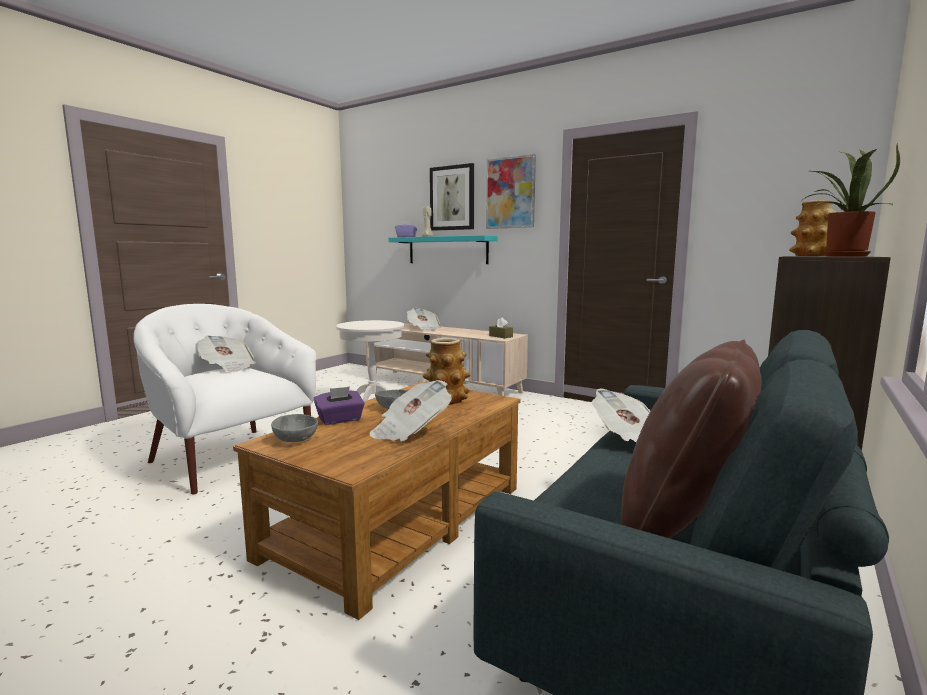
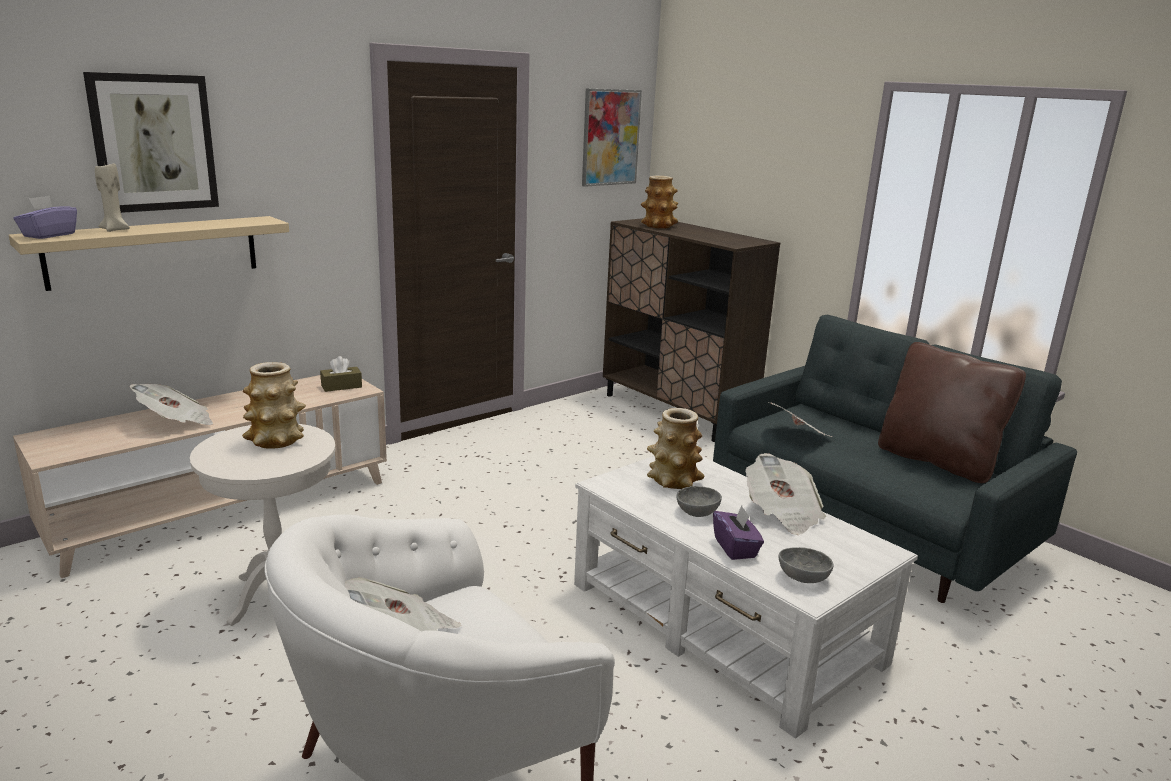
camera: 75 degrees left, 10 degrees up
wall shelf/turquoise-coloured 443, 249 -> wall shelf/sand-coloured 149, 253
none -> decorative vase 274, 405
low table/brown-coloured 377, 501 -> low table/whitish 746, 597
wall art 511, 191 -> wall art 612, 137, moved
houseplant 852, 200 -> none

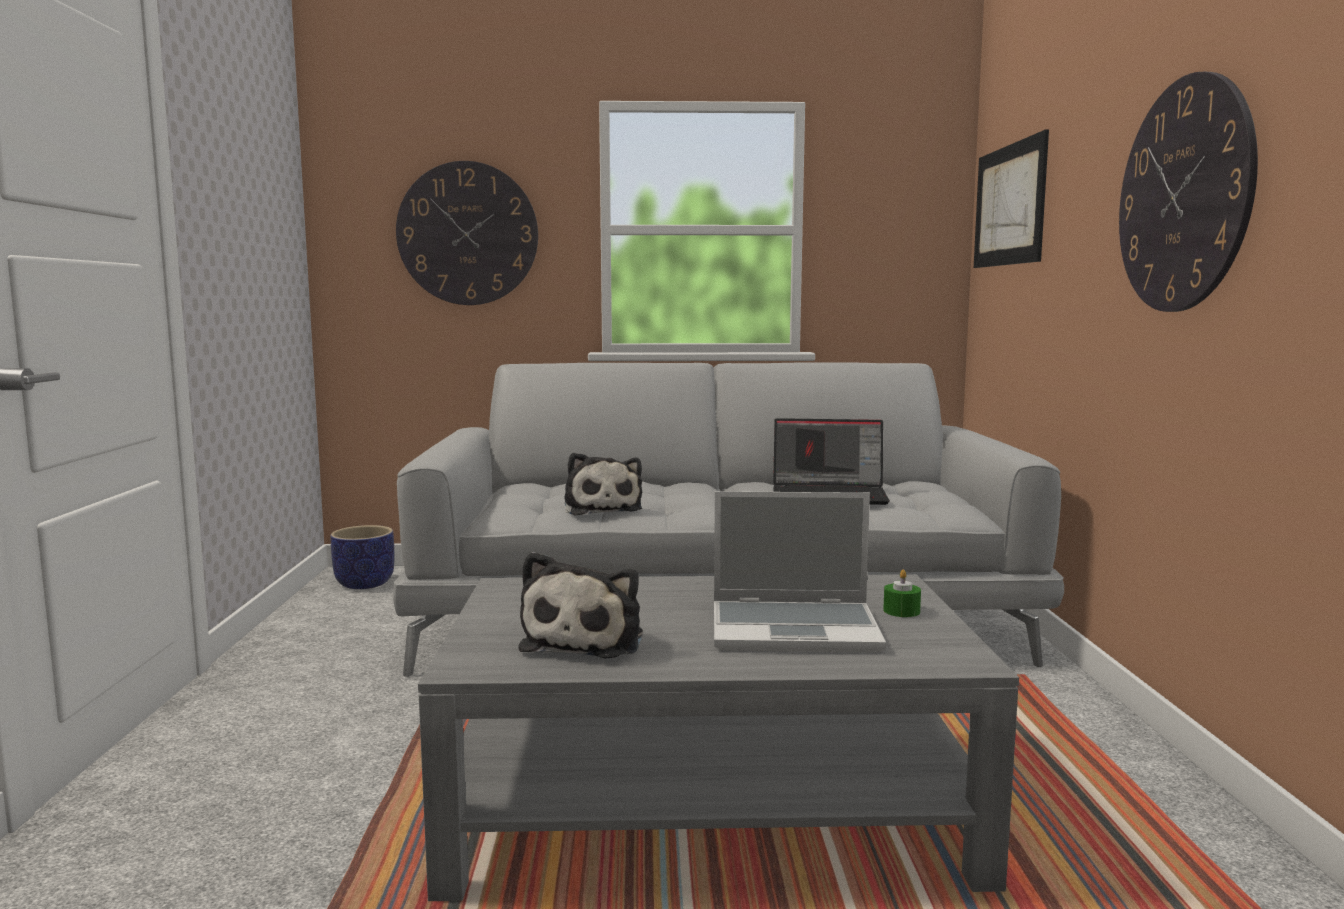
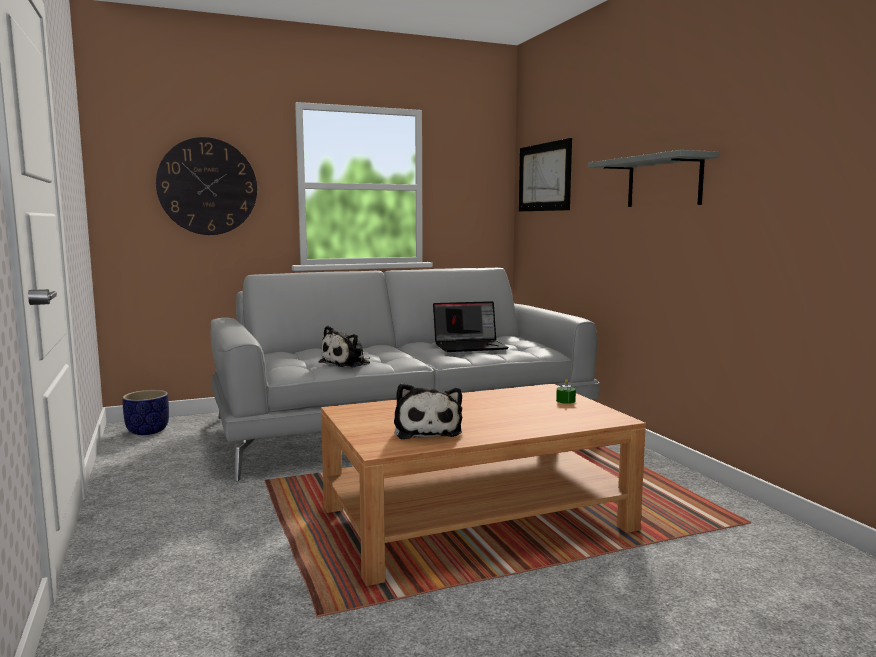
camera: 20 degrees left, 0 degrees up
cuddly toy 603, 484 -> cuddly toy 344, 347, 75 degrees clockwise
low table/greyish 718, 737 -> low table/brown-coloured 483, 485
hanging clock 1188, 192 -> wall shelf/greyish 653, 178
notebook computer 800, 572 -> none

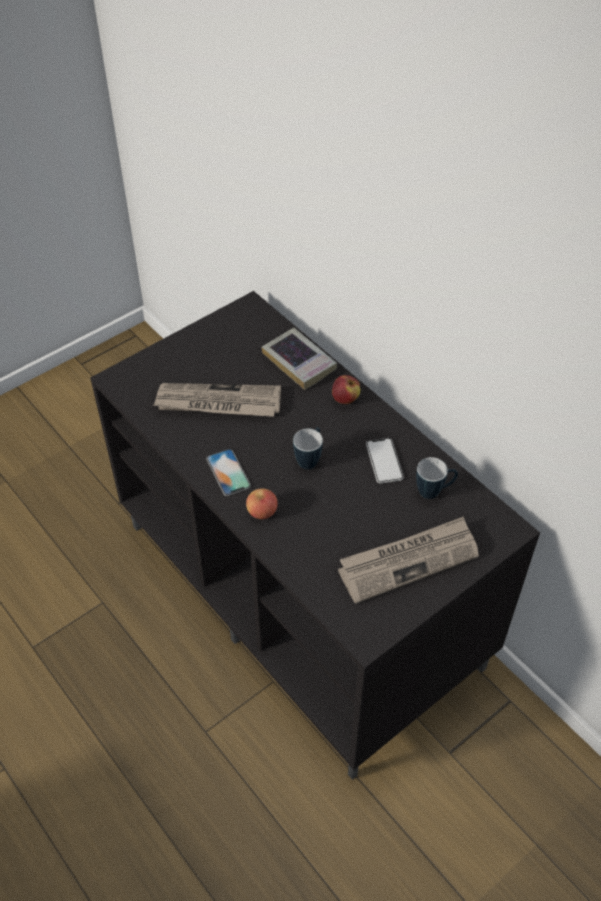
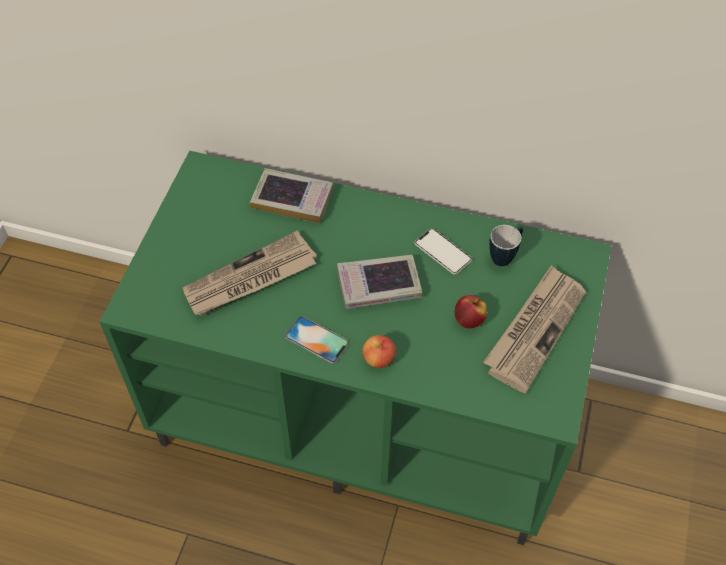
camera: 35 degrees left, 5 degrees up
tv unit/blackish 315, 535 -> tv unit/green 355, 348
mug 308, 448 -> volume 379, 282
whole apple 346, 389 -> whole apple 471, 311, moved

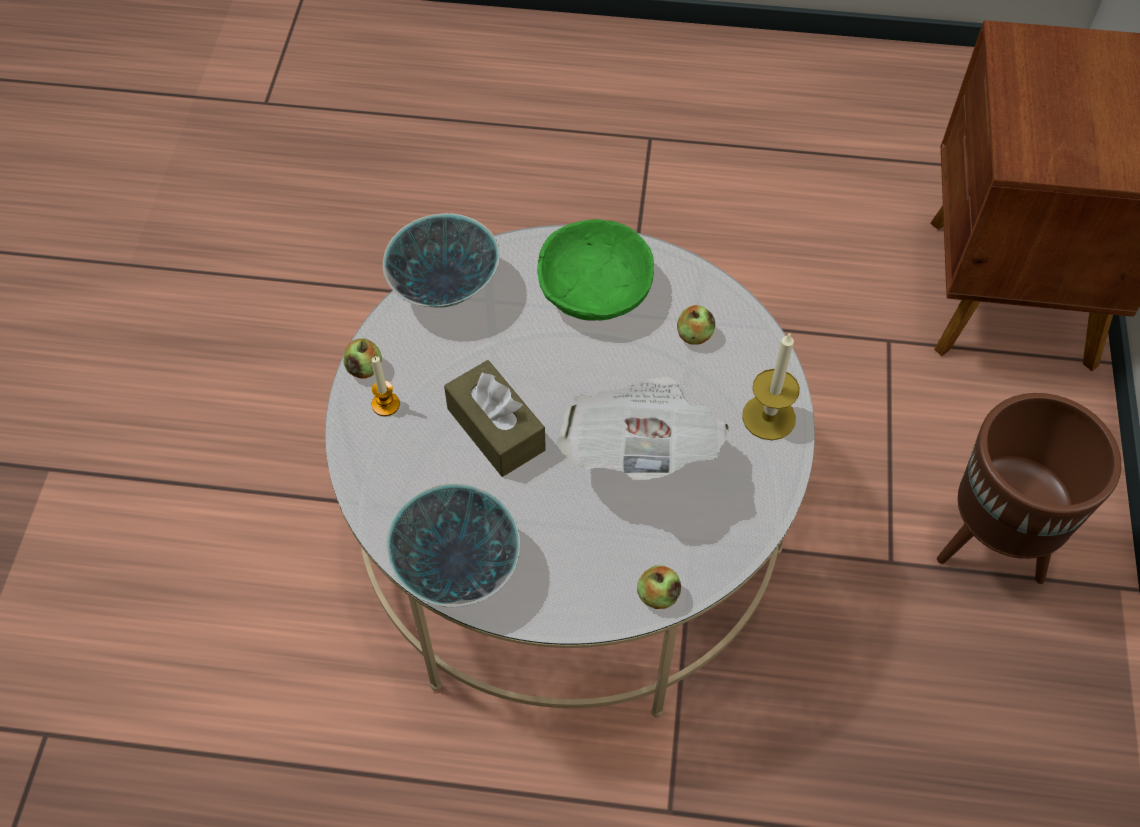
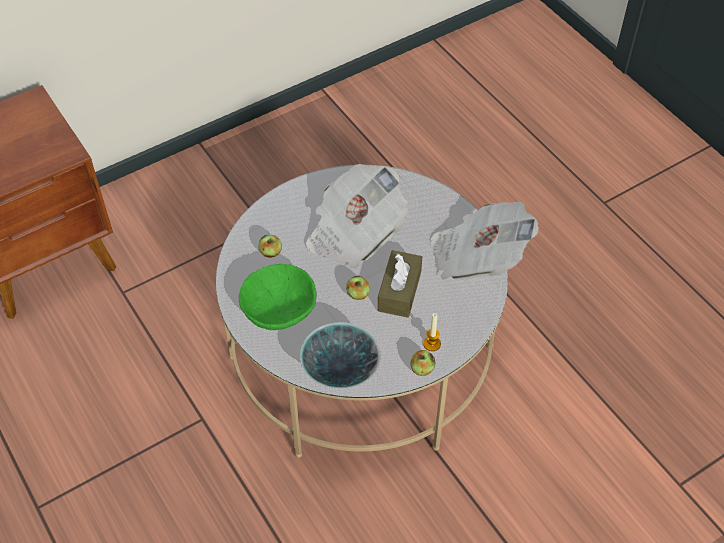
camera: 130 degrees left, 5 degrees down
whole apple 659, 587 -> whole apple 358, 288, moved
serving bowl 453, 545 -> newspaper 484, 241
wax candle 771, 386 -> none
planter/brown-coloured 1029, 488 -> none

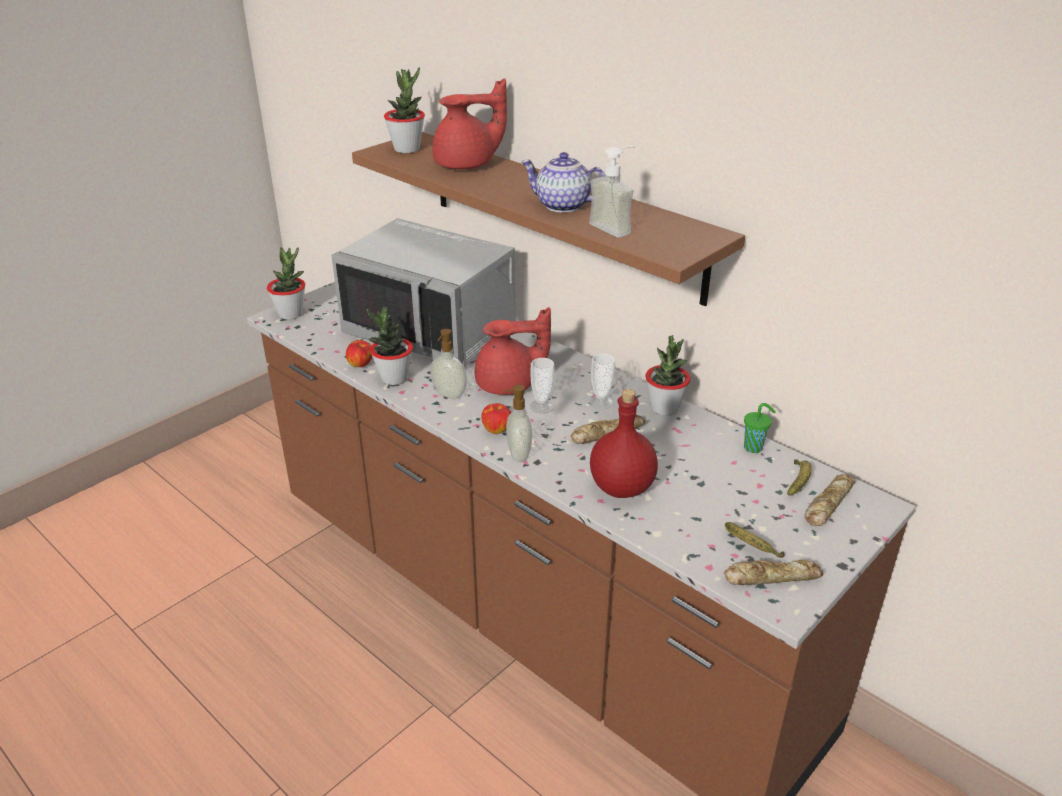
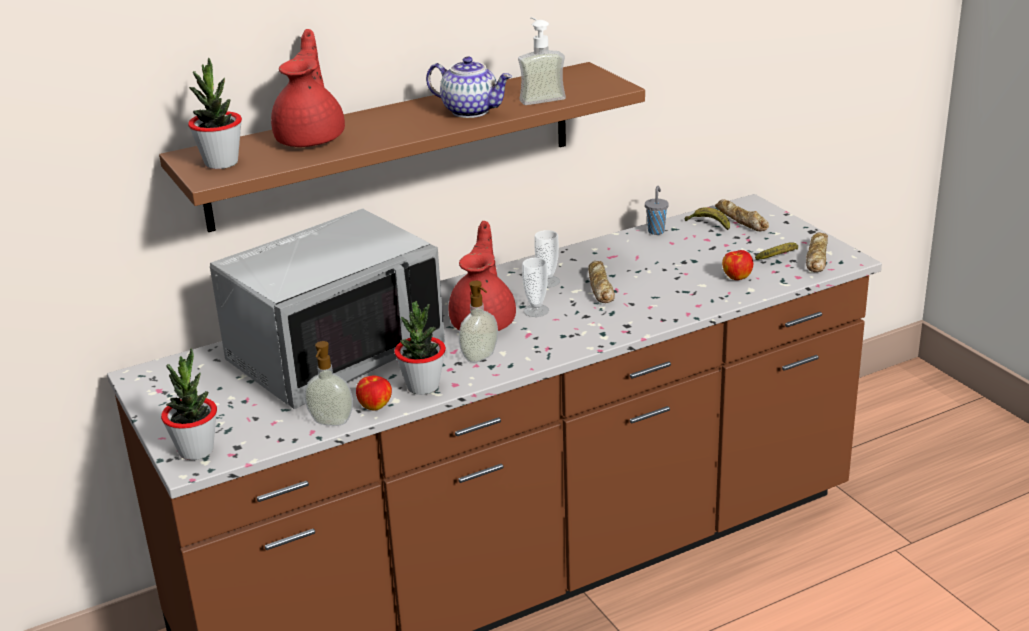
camera: 70 degrees left, 5 degrees down
soap dispenser 517, 423 -> soap dispenser 329, 383, moved
pot for tea 563, 182 -> pot for tea 469, 87, 105 degrees counterclockwise
small cup/green 760, 428 -> small cup/greyish 657, 210
whole apple 496, 418 -> whole apple 737, 265, moved
drink bottle/red-coloured 624, 443 -> none
houseplant 667, 376 -> none

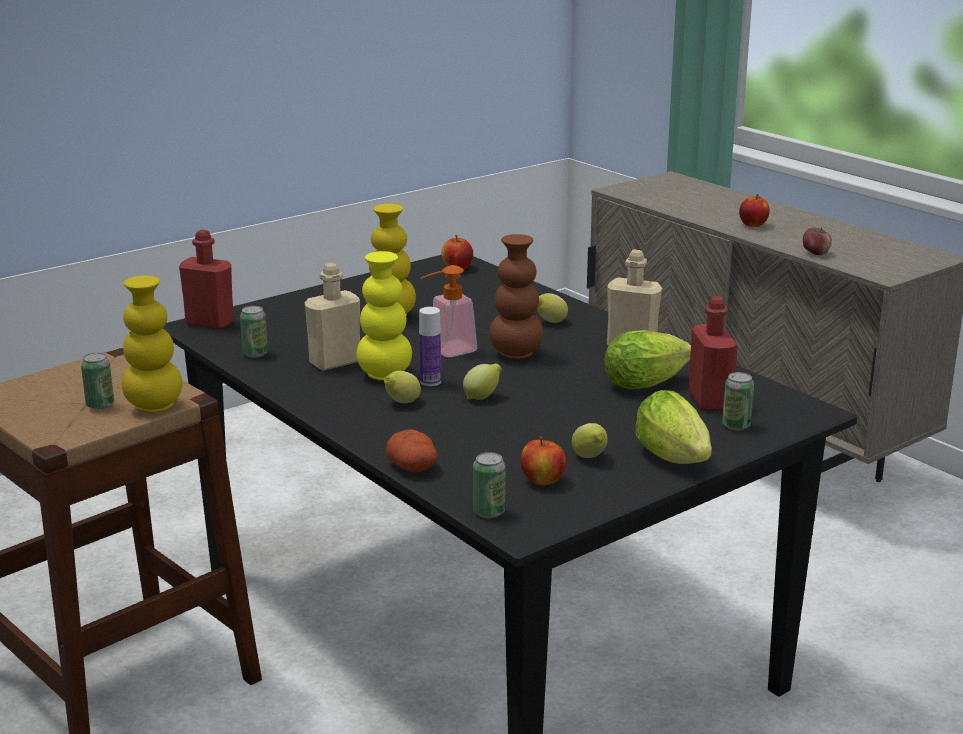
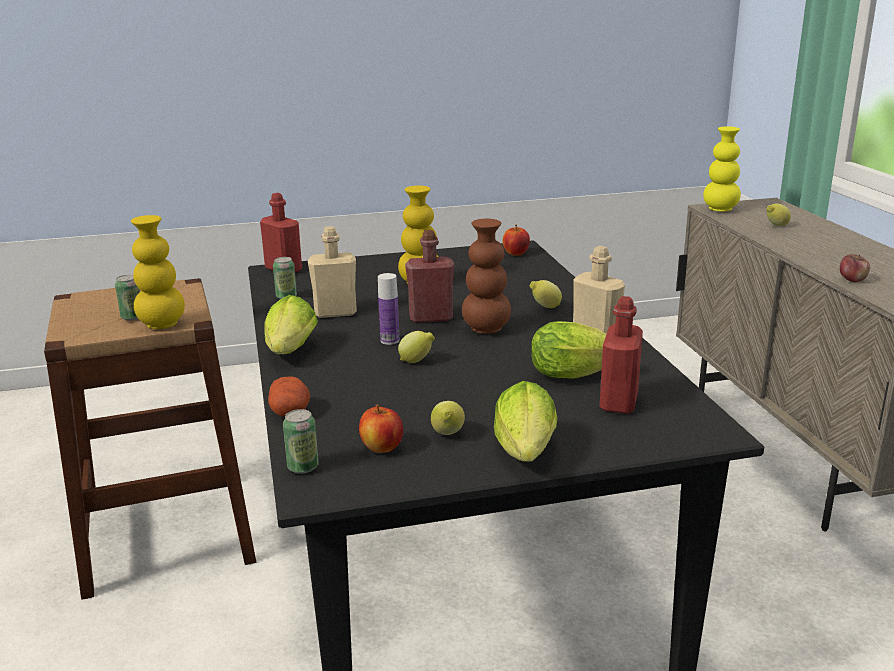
camera: 25 degrees right, 0 degrees up
none -> head of lettuce 291, 324
soap dispenser 448, 311 -> drink bottle/red-coloured 429, 276
decorative vase/yellow 384, 316 -> decorative vase/yellow 722, 169, moved
lemon 402, 387 -> lemon 779, 215, moved
metal can 738, 401 -> none
whole apple 754, 210 -> none

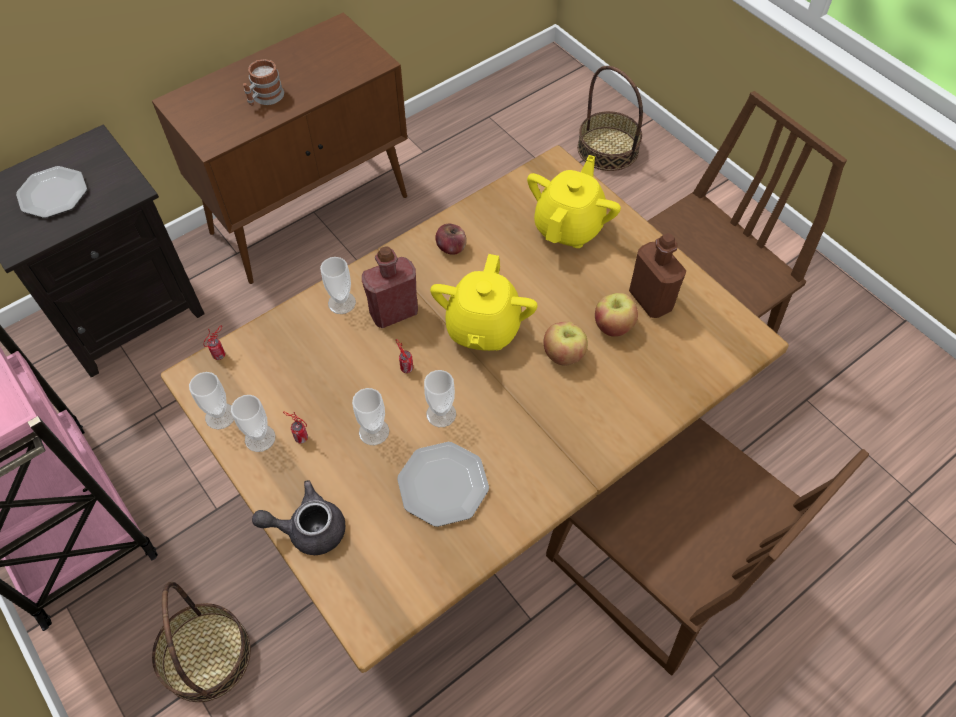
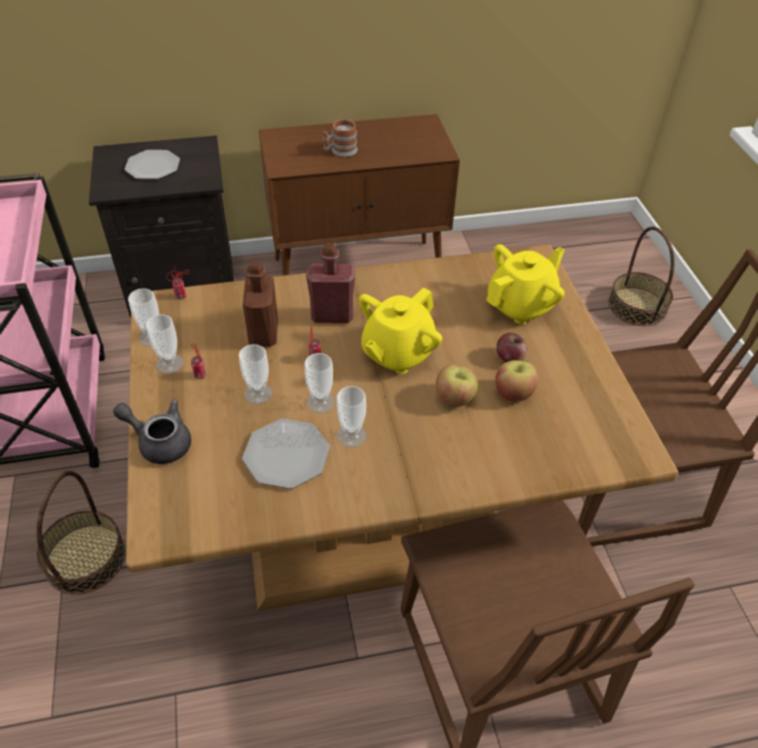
camera: 25 degrees right, 10 degrees down
drink bottle/brown-coloured 657, 275 -> drink bottle/brown-coloured 260, 304, moved
small cup 338, 285 -> small cup 351, 416, moved
whole apple 451, 239 -> whole apple 512, 347, moved

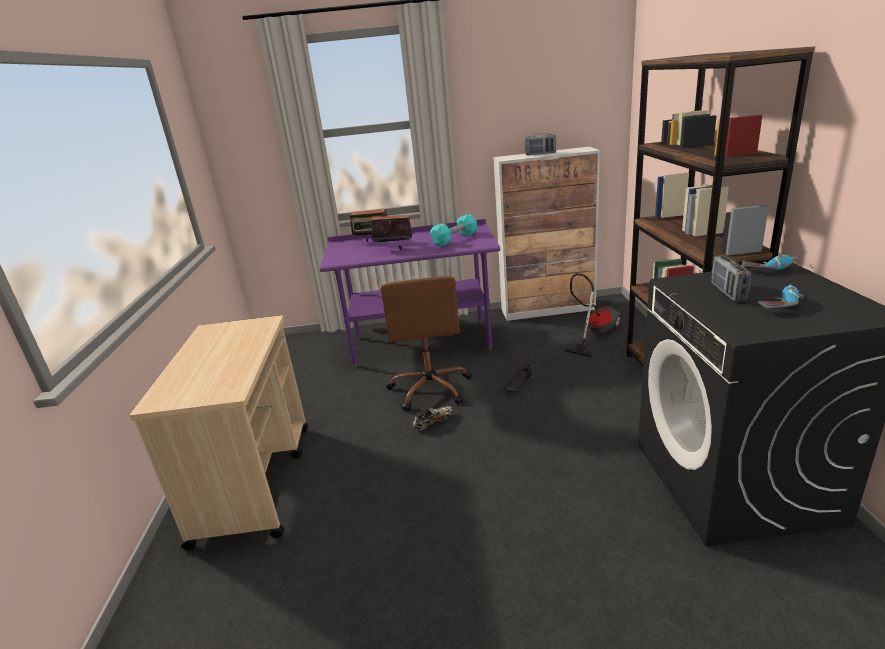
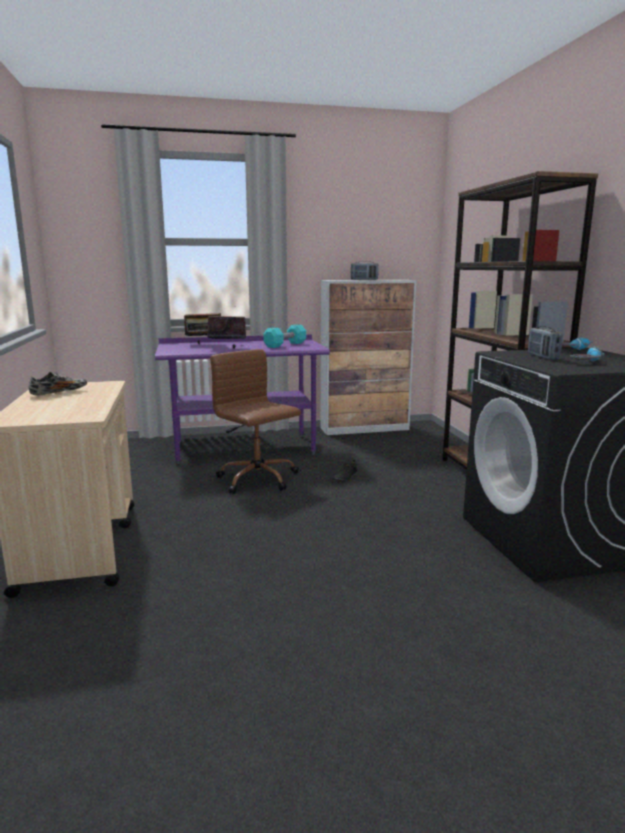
camera: 10 degrees left, 10 degrees down
item of footwear 433, 418 -> item of footwear 58, 384, moved
desk chair/brown-coloured 426, 343 -> desk chair/brown-coloured 255, 421, 150 degrees clockwise
hoover 593, 315 -> none

